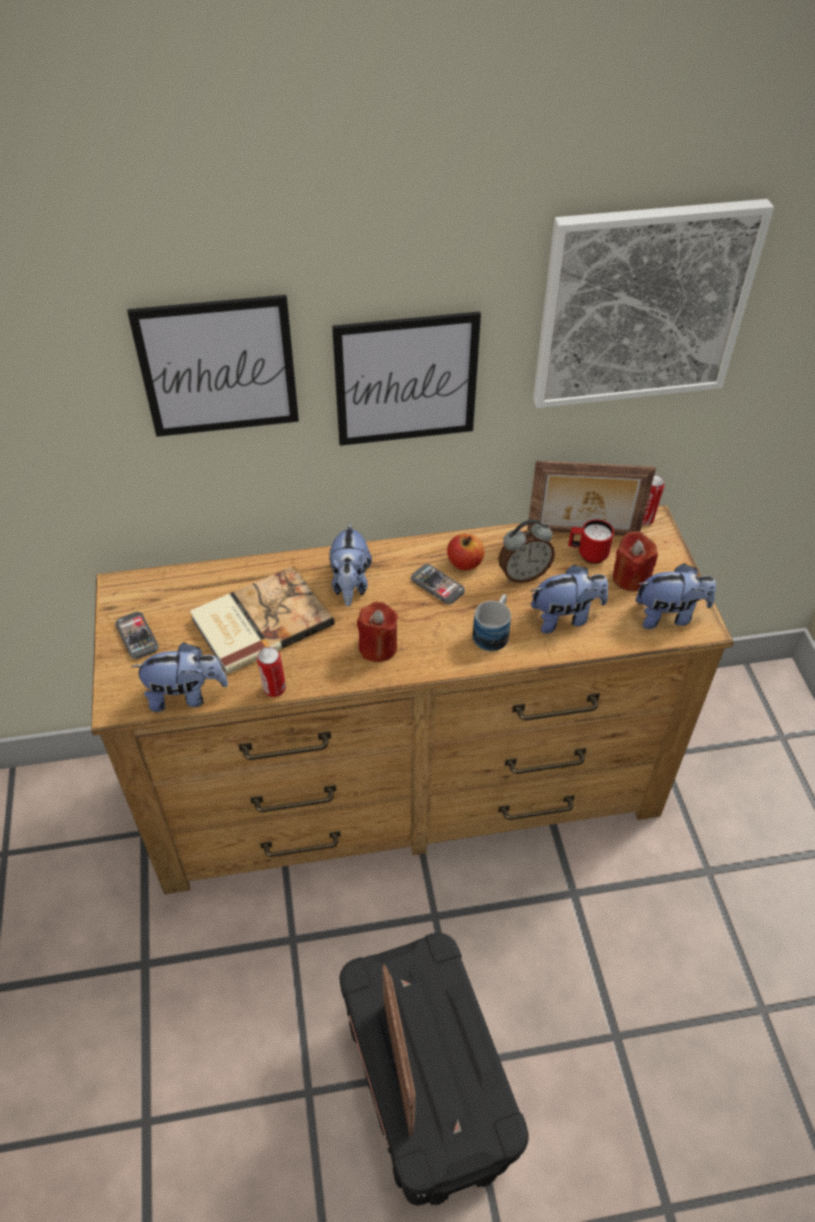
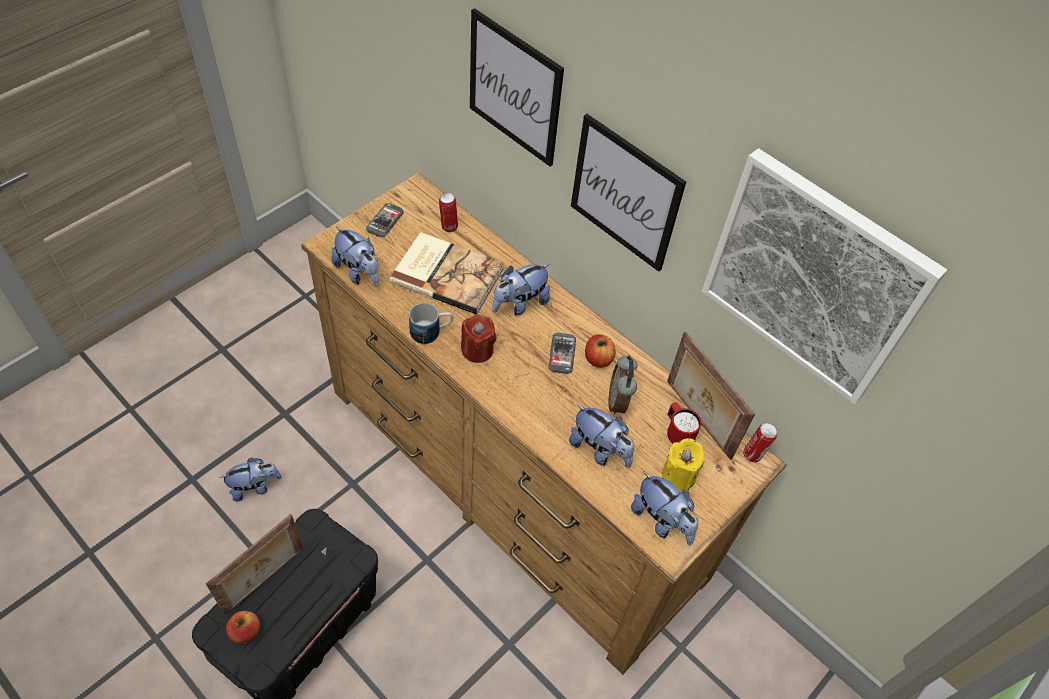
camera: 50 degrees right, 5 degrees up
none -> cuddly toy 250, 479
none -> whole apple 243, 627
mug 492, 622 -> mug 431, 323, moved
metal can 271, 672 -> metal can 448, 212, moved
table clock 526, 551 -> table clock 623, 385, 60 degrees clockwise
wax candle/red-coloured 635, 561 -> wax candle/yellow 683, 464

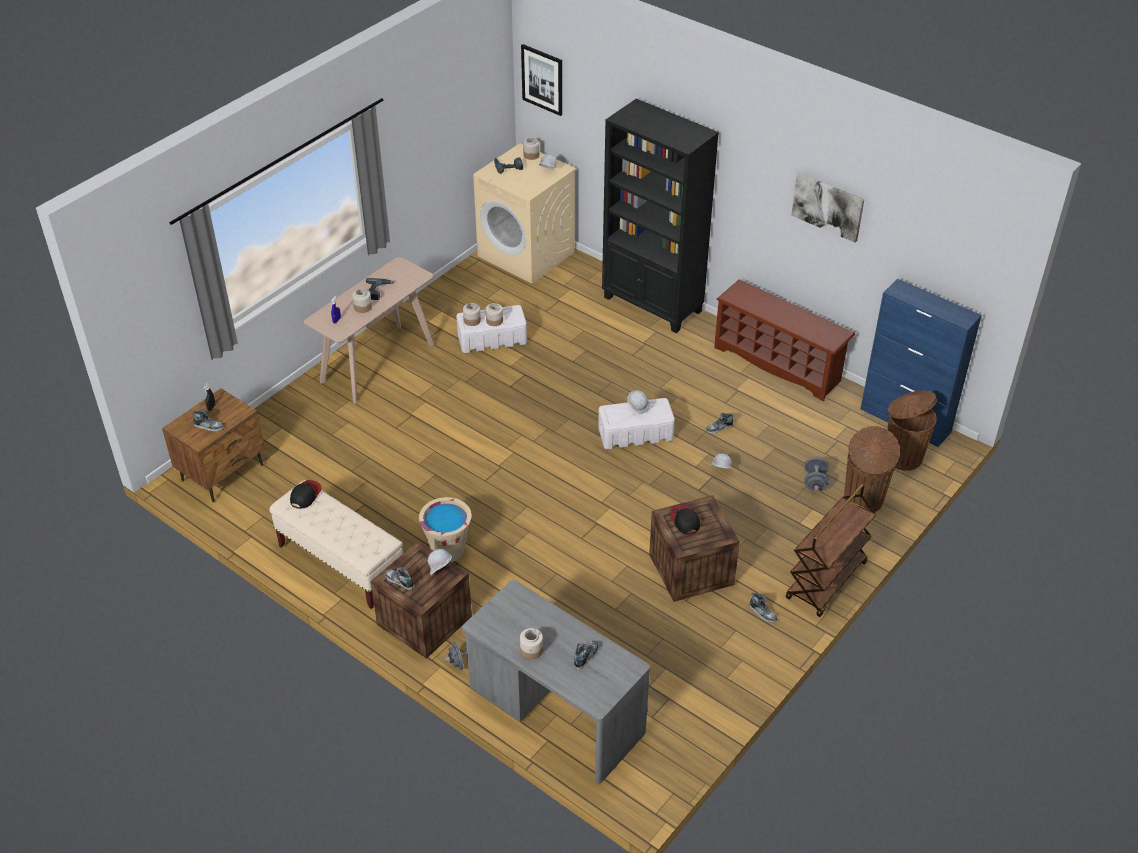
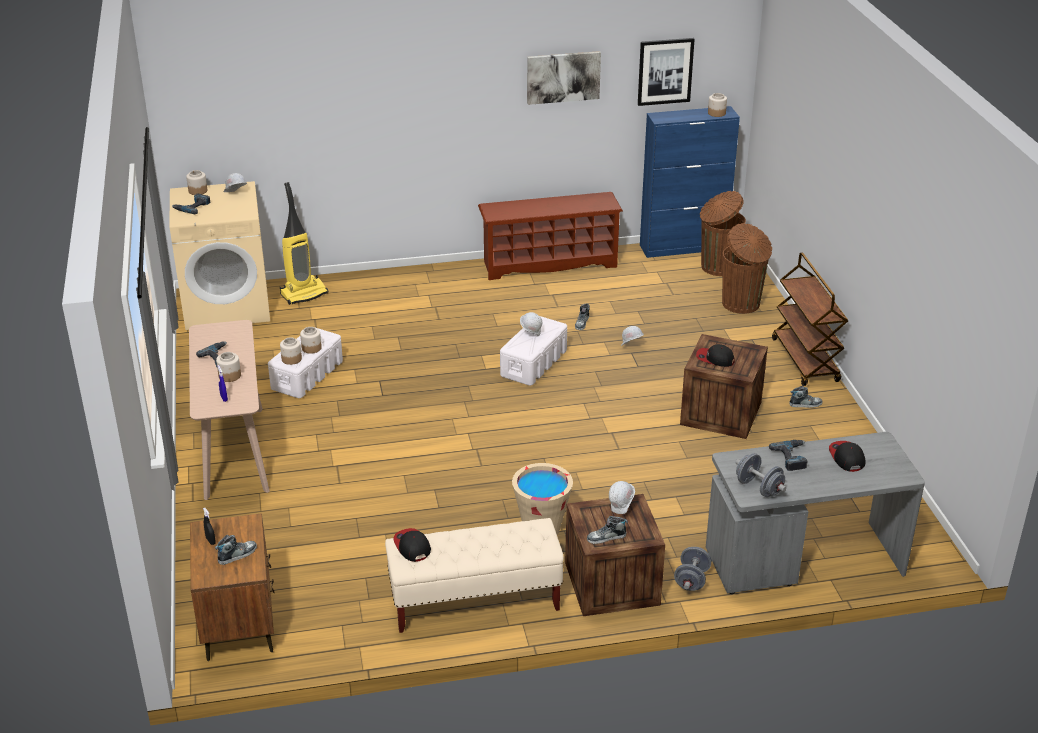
camera: 50 degrees left, 10 degrees down
none -> hoover 304, 243
wall art 541, 80 -> wall art 666, 72, moved
storage jar 531, 643 -> storage jar 717, 105, moved
dumbbell/greyish 816, 474 -> dumbbell/greyish 760, 475, moved
none -> drill 788, 455
item of footwear 586, 655 -> peaked cap 847, 456
bookcase/blackish 660, 216 -> none

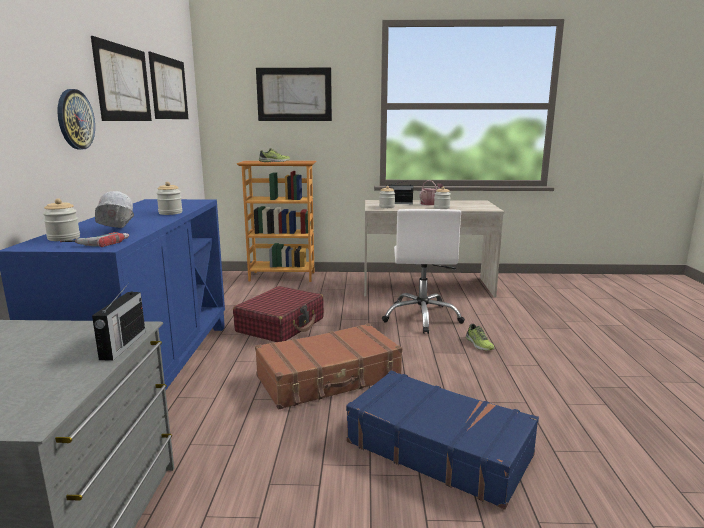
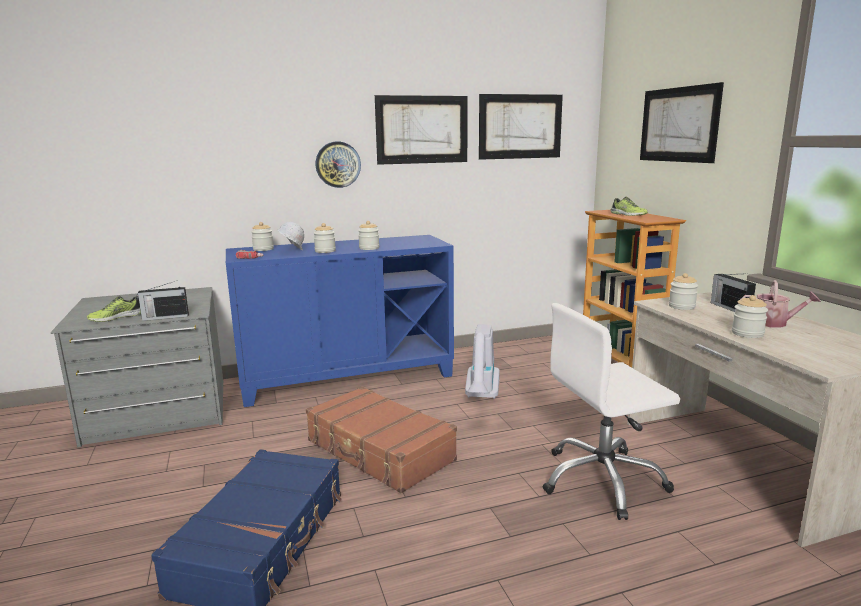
camera: 70 degrees right, 0 degrees up
item of footwear 480, 337 -> item of footwear 114, 309, moved
none -> storage jar 325, 238
travel case/red-coloured 278, 314 -> hoover 482, 361

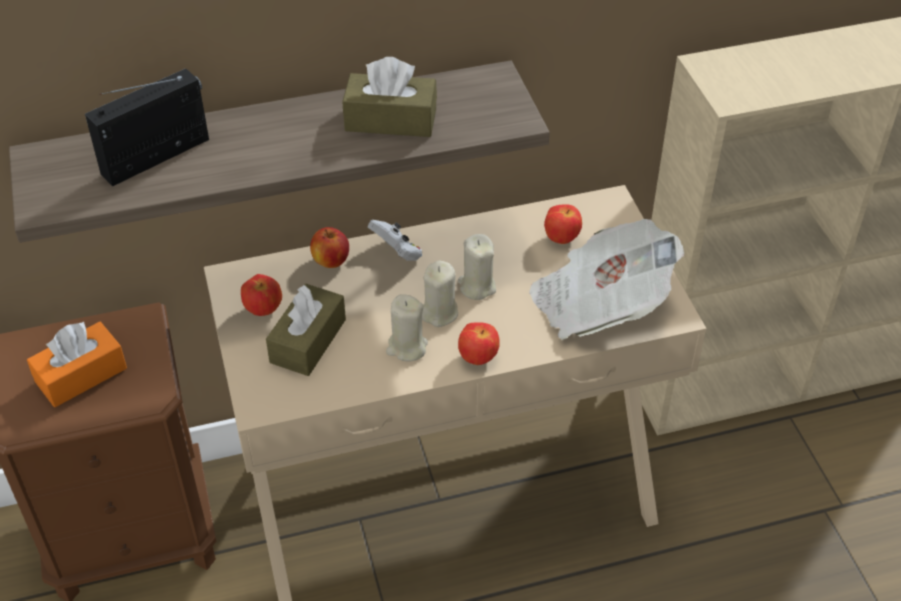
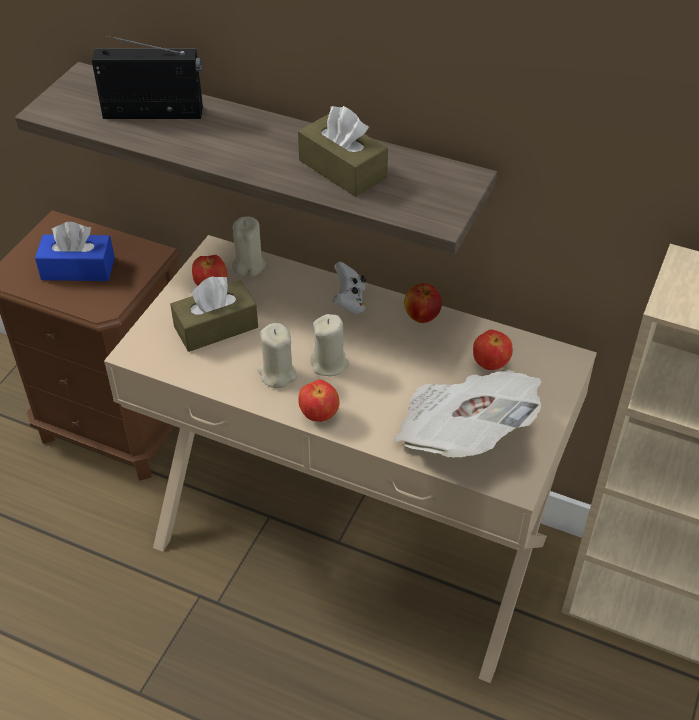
camera: 40 degrees right, 0 degrees up
box of tissues/orange 77, 364 -> box of tissues/blue 75, 251
wax candle/sand-coloured 477, 267 -> wax candle/sand-coloured 249, 246, moved
whole apple 329, 247 -> whole apple 423, 303, moved

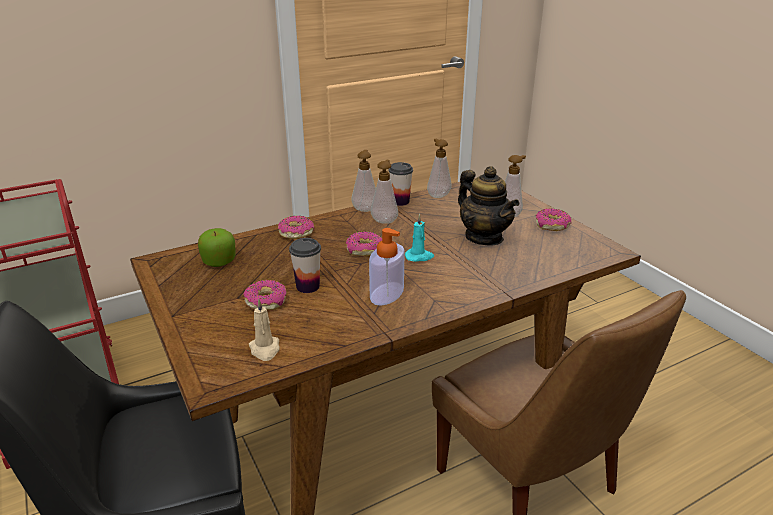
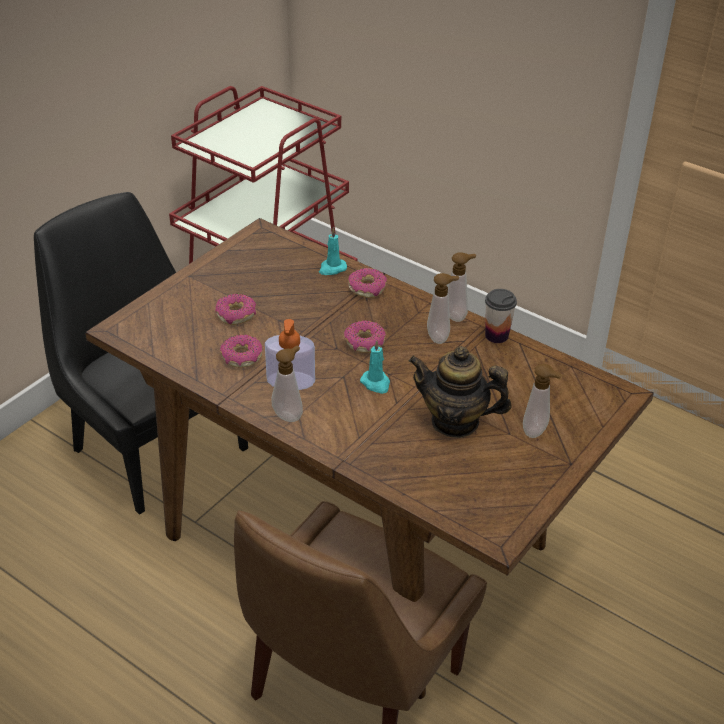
camera: 65 degrees right, 10 degrees up
ring doughnut 553, 219 -> ring doughnut 241, 351, moved
soap dispenser 439, 168 -> soap dispenser 287, 384, moved
none -> wax candle/turquoise-coloured 333, 251
pot for tea 488, 205 -> pot for tea 459, 392, 75 degrees clockwise
whole apple 217, 247 -> none
wax candle/sand-coloured 264, 330 -> none
small cup 305, 265 -> none

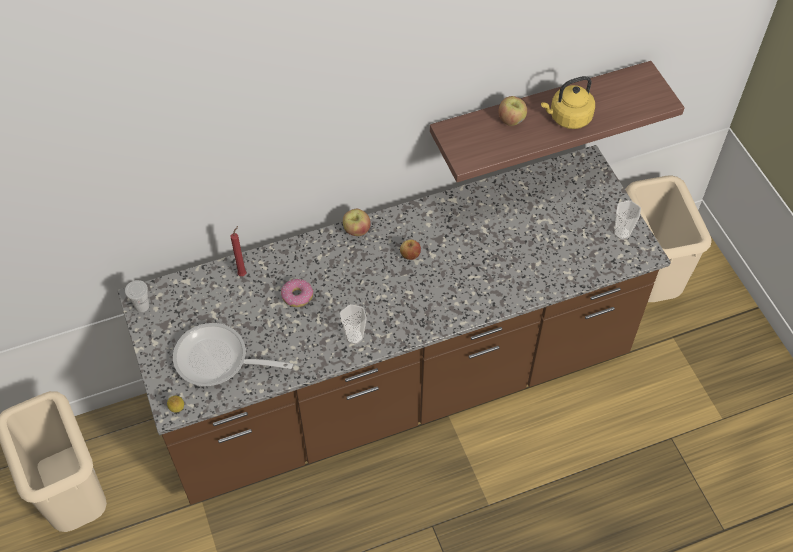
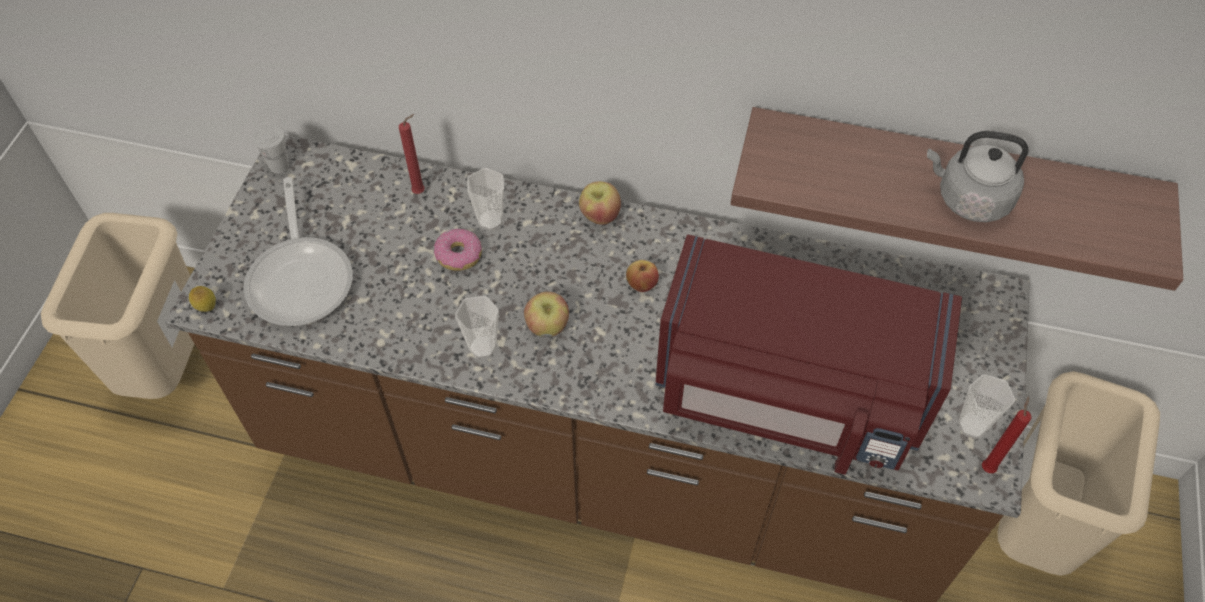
camera: 35 degrees right, 0 degrees up
skillet 233, 354 -> skillet 298, 251, 150 degrees counterclockwise
none -> small cup 485, 199
whole apple 513, 111 -> whole apple 546, 314, moved
none -> microwave oven/red-coloured 809, 354
water kettle/yellow 568, 102 -> water kettle/greyish 978, 176
none -> wax candle/red-coloured 1007, 434

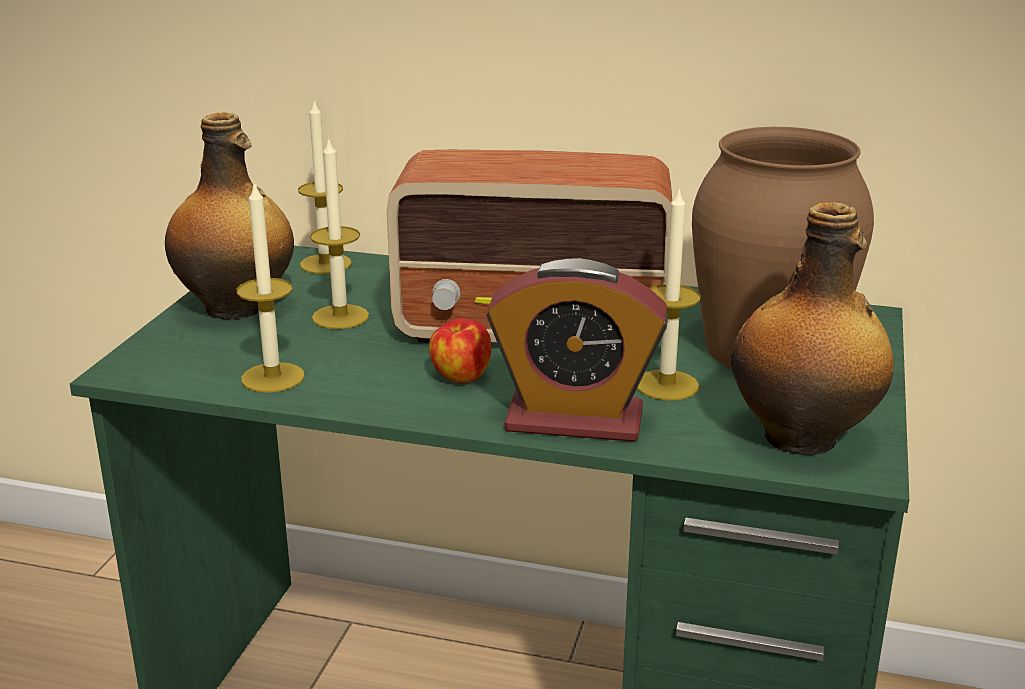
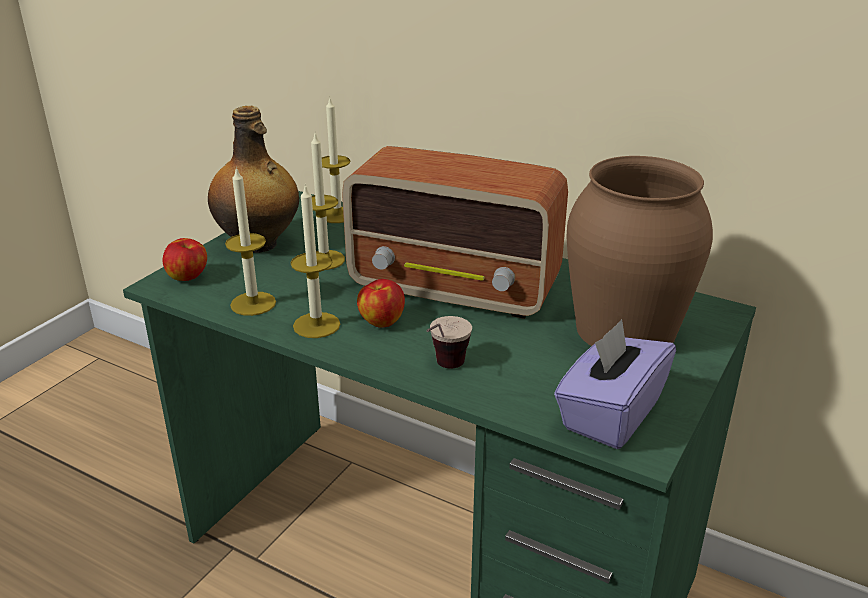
camera: 15 degrees right, 5 degrees up
none -> whole apple 184, 259
wax candle 669, 295 -> wax candle 315, 261, moved
table clock 577, 350 -> small cup 449, 342
drink bottle 812, 328 -> box of tissues/purple-coloured 615, 384

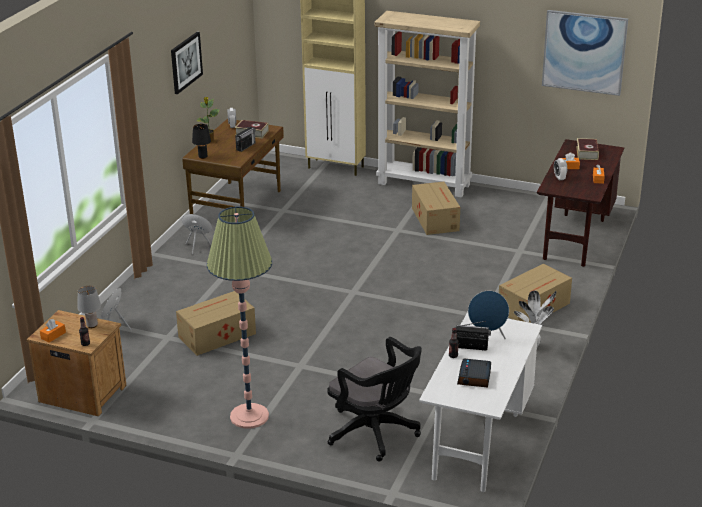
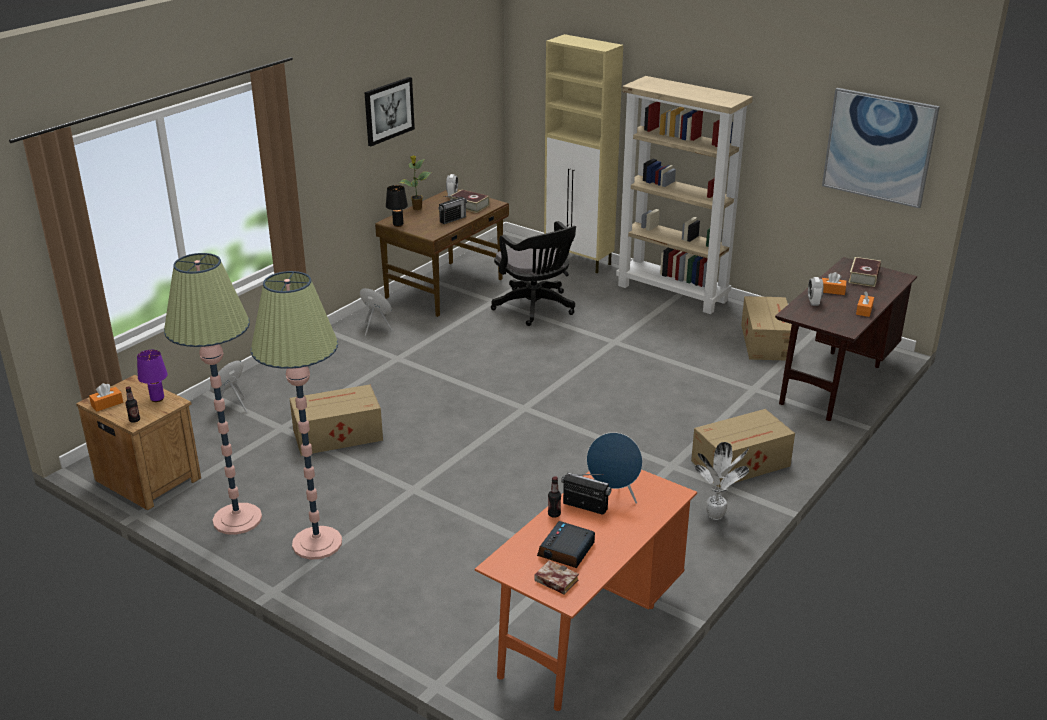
camera: 15 degrees right, 0 degrees up
lamp for a table/greyish 89, 307 -> lamp for a table/purple-coloured 152, 376
none -> floor lamp 213, 394
desk/whitish 480, 402 -> desk/orange 586, 590
desk chair/blackish 374, 399 -> desk chair/blackish 533, 273, moved
none -> volume 556, 578
packing box 436, 208 -> packing box 766, 328, moved

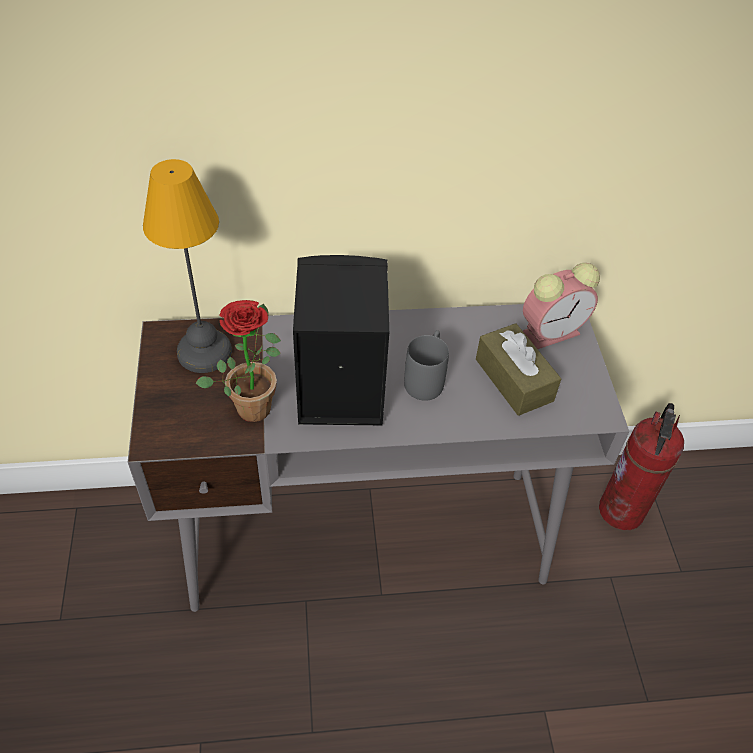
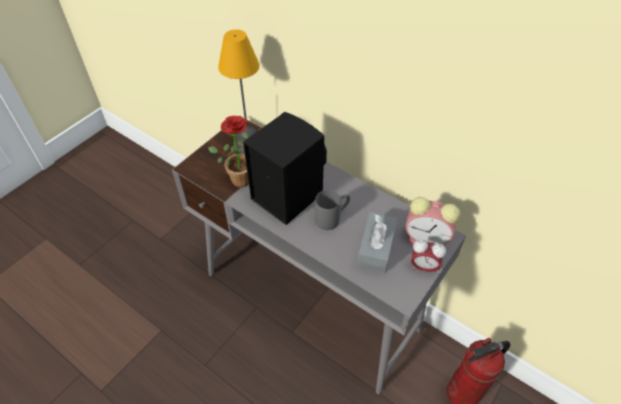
camera: 45 degrees right, 0 degrees up
box of tissues/brown-coloured 518, 369 -> box of tissues/greyish 377, 242
none -> table clock 428, 257

